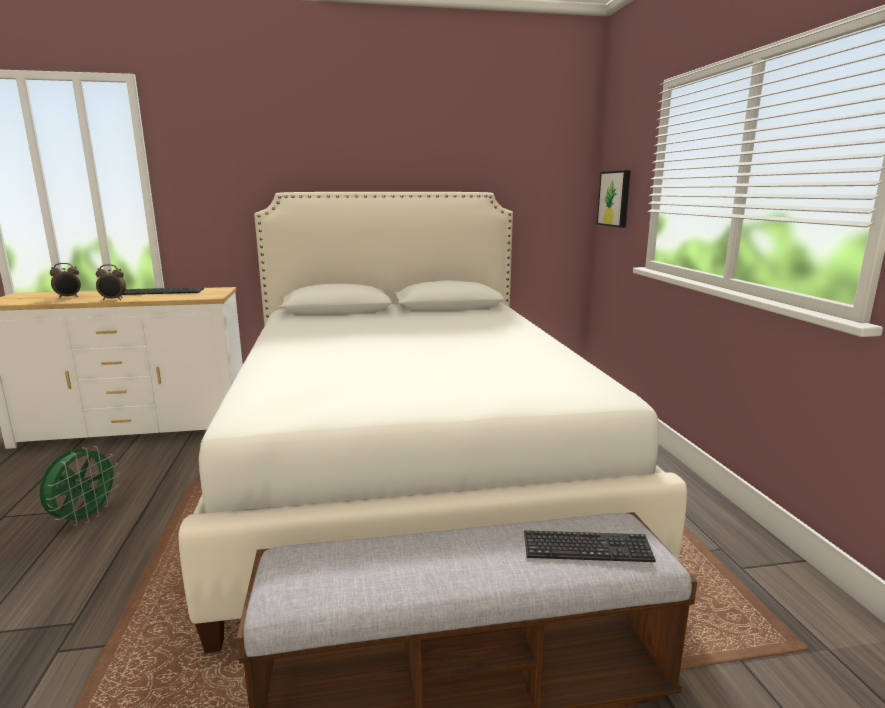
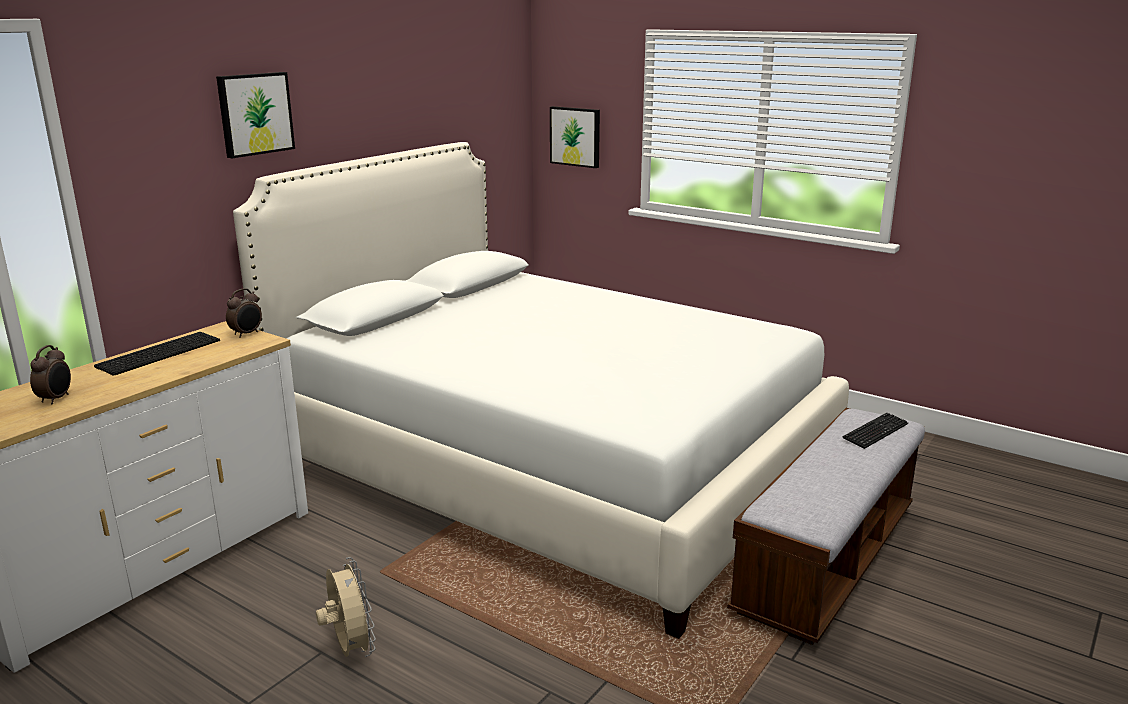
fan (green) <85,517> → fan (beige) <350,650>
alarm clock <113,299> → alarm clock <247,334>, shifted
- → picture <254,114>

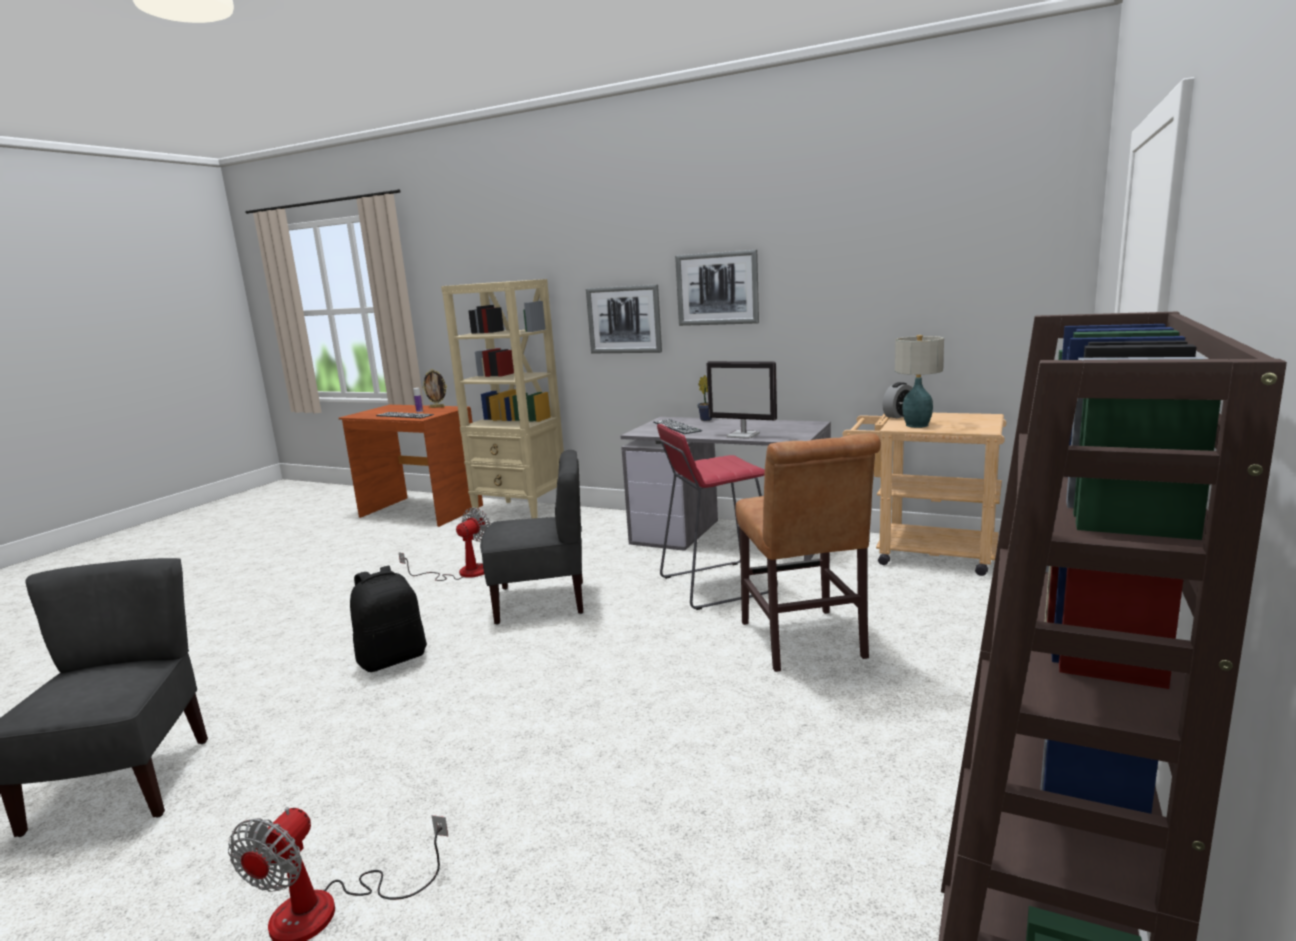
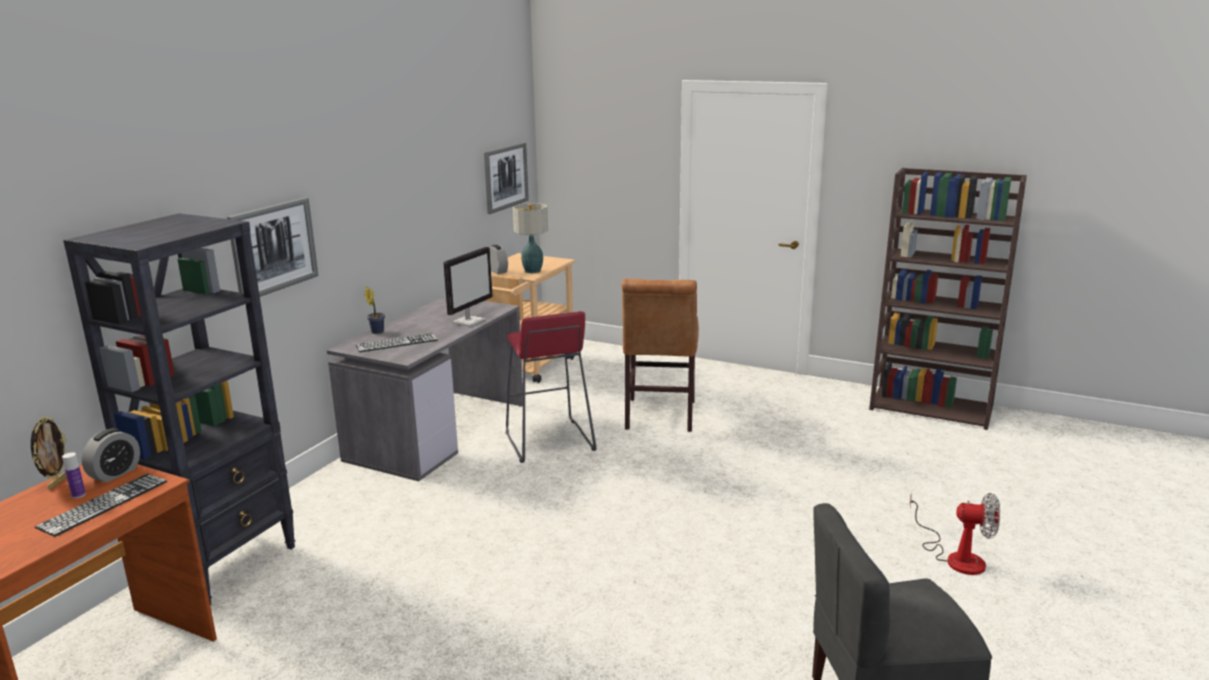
backpack (black) <393,658> → -
fan <462,573> → -
bookcase (beige) <522,513> → bookcase (black) <223,564>
chair (grey) <541,601> → -
picture <717,288> → picture <505,177>, shifted
chair (brown) <804,643> → chair (brown) <659,417>, 105 degrees clockwise
- → alarm clock <115,473>

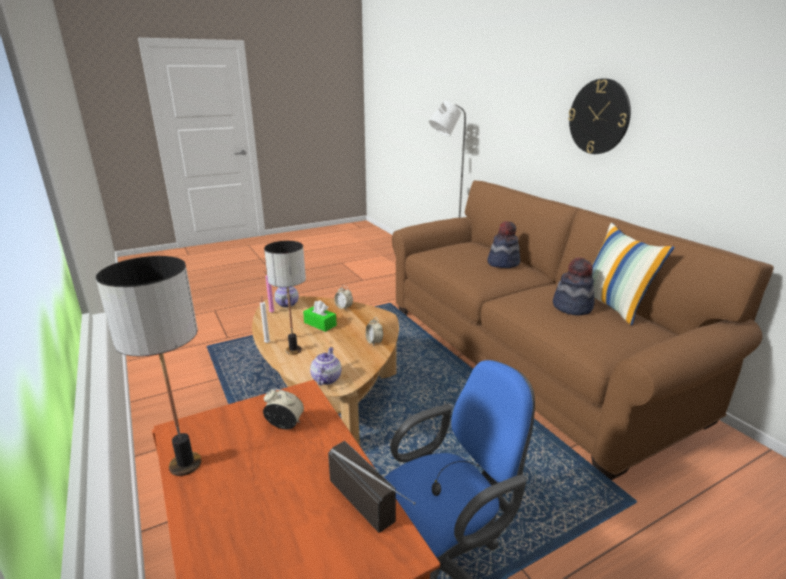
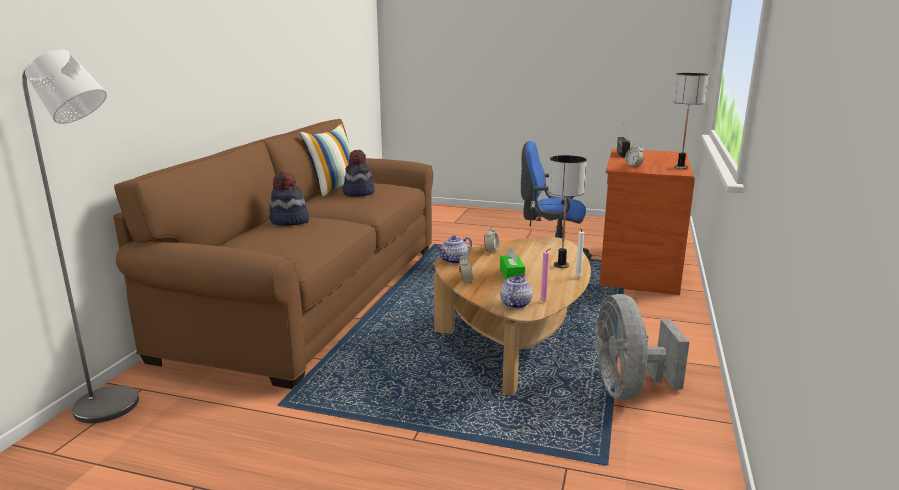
teapot <326,378> → teapot <454,260>, shifted
wall clock <599,117> → -
- → fan (grey) <627,389>

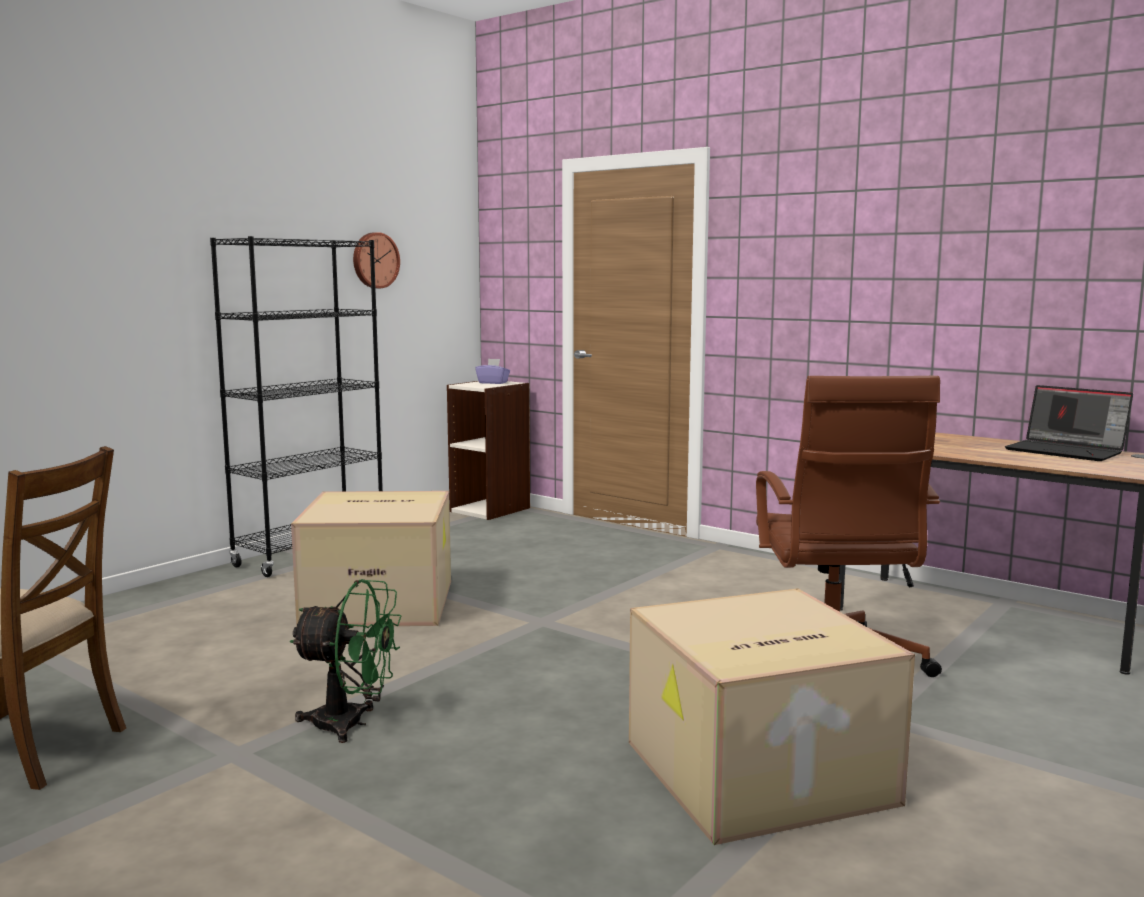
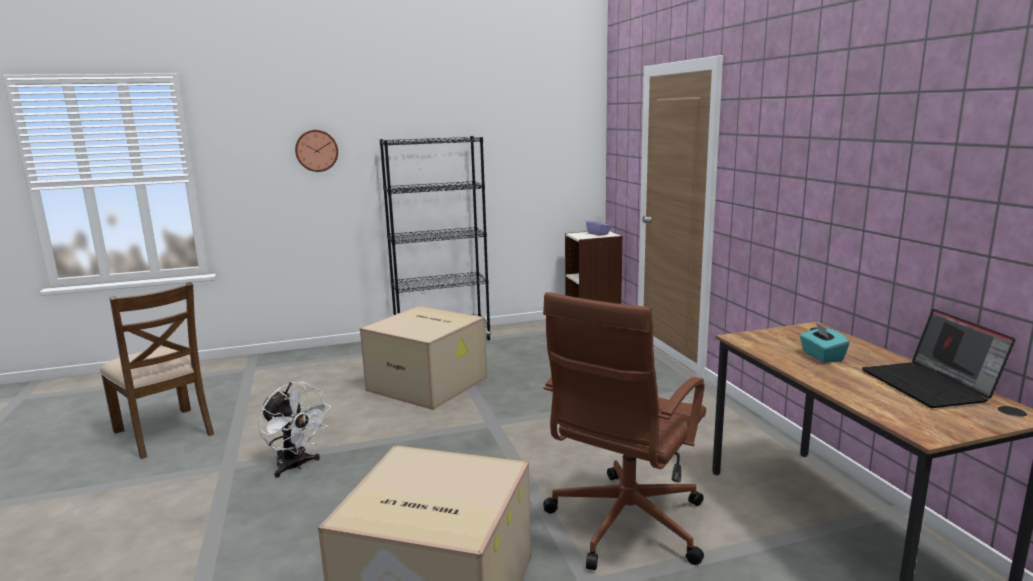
fan (green) <351,724> → fan (white) <296,466>
wall clock <374,260> → wall clock <316,150>, shifted
- → tissue box (turquoise) <821,356>

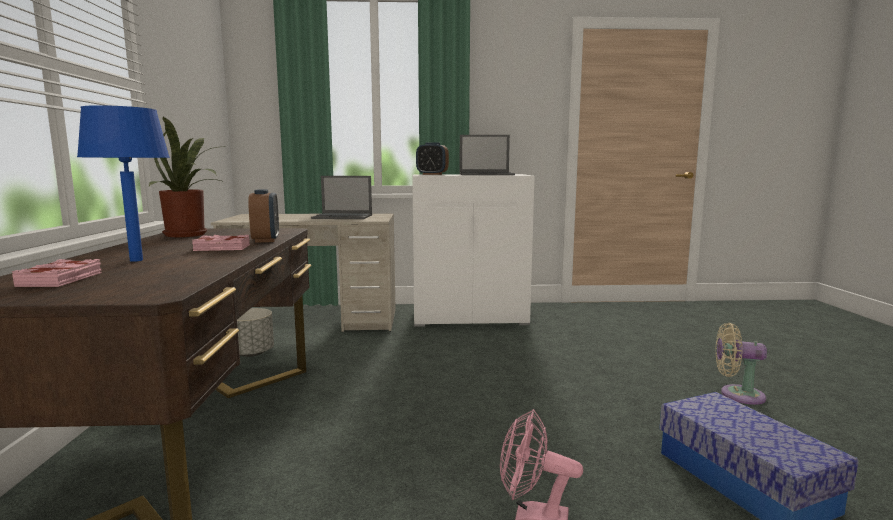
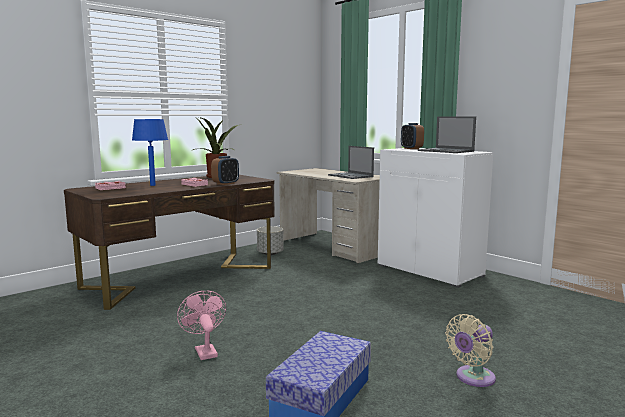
fan (beige) <737,395> → fan (beige) <472,378>, 105 degrees counterclockwise

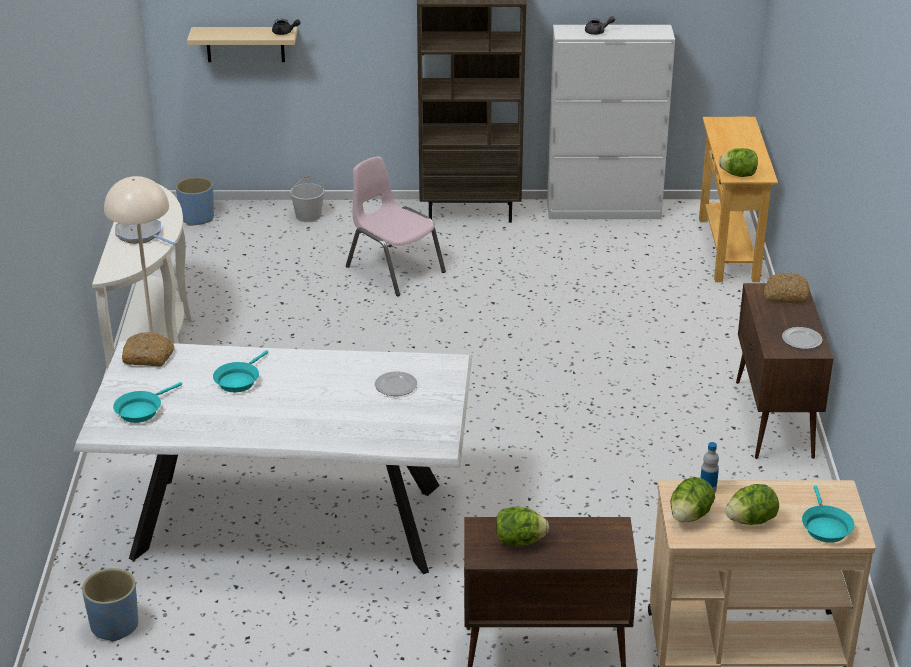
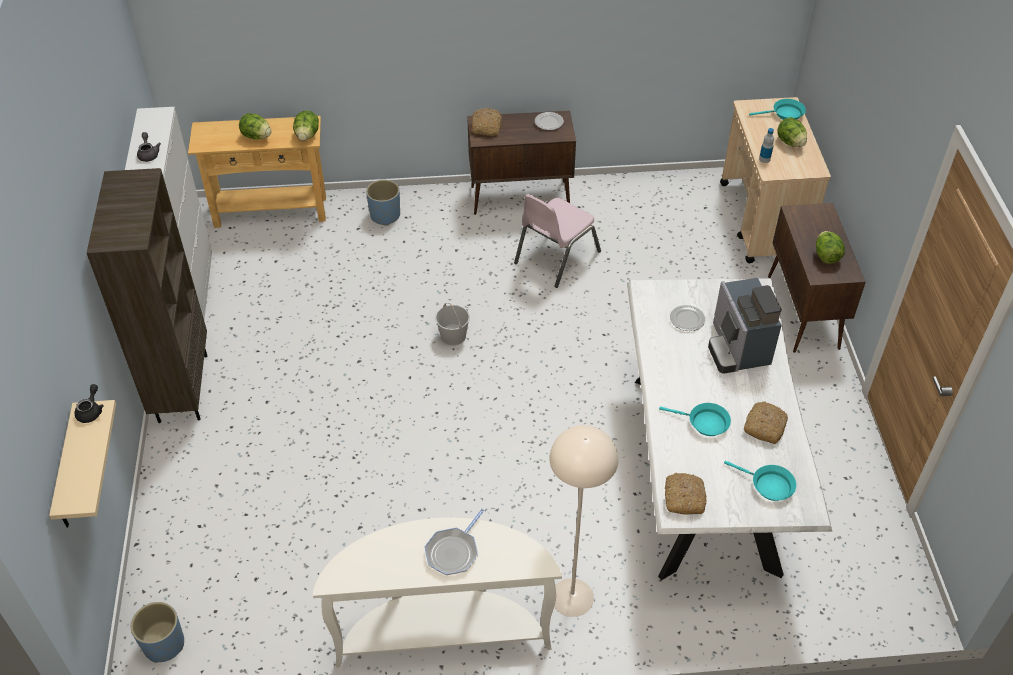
planter (blue) <114,625> → planter (blue) <385,216>, shifted
bucket (white) <308,216> → bucket (white) <453,336>, shifted
chair (pink) <394,269> → chair (pink) <556,257>, shifted
lettuce <690,516> → lettuce <256,136>, shifted
- → coffee machine <737,348>
- → bread <764,426>

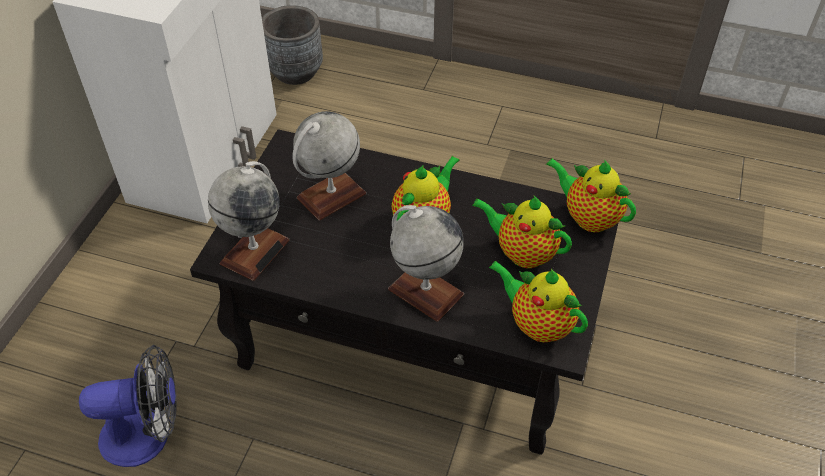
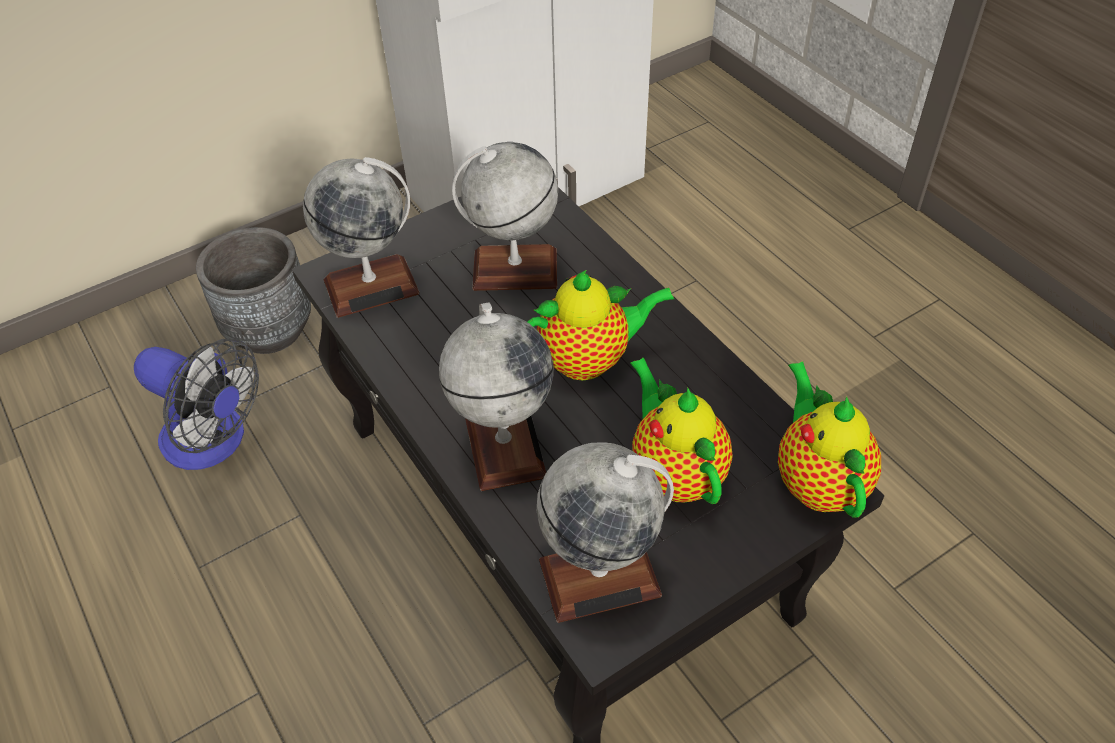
planter (grey) <296,72> → planter (grey) <270,330>, shifted
teapot <537,324> → globe <600,577>

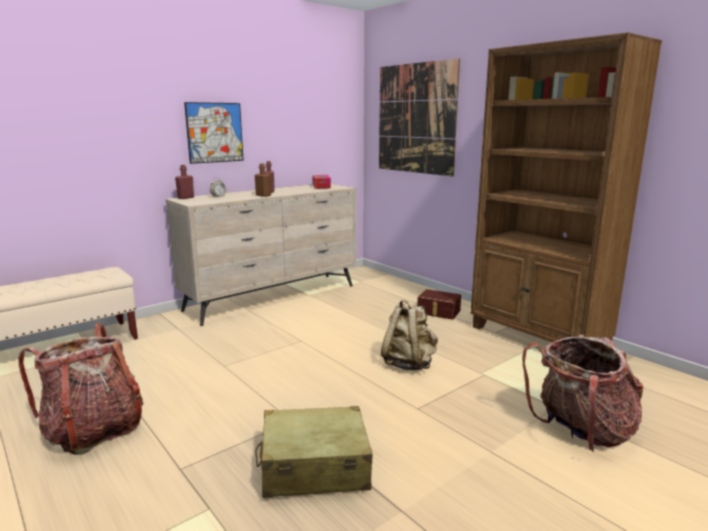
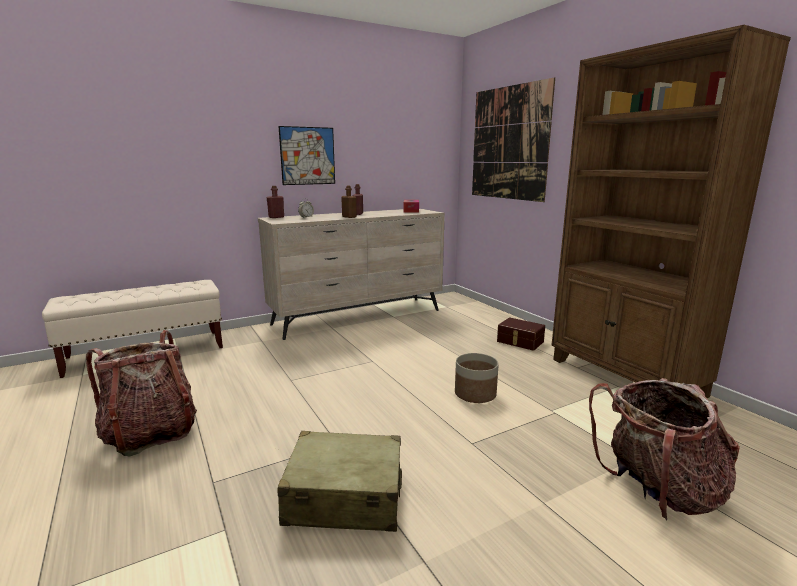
backpack (beige) <408,364> → planter <475,394>

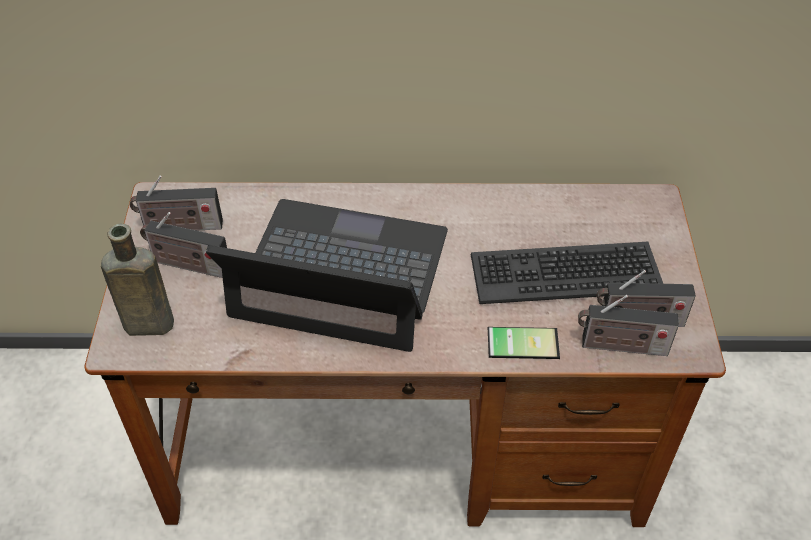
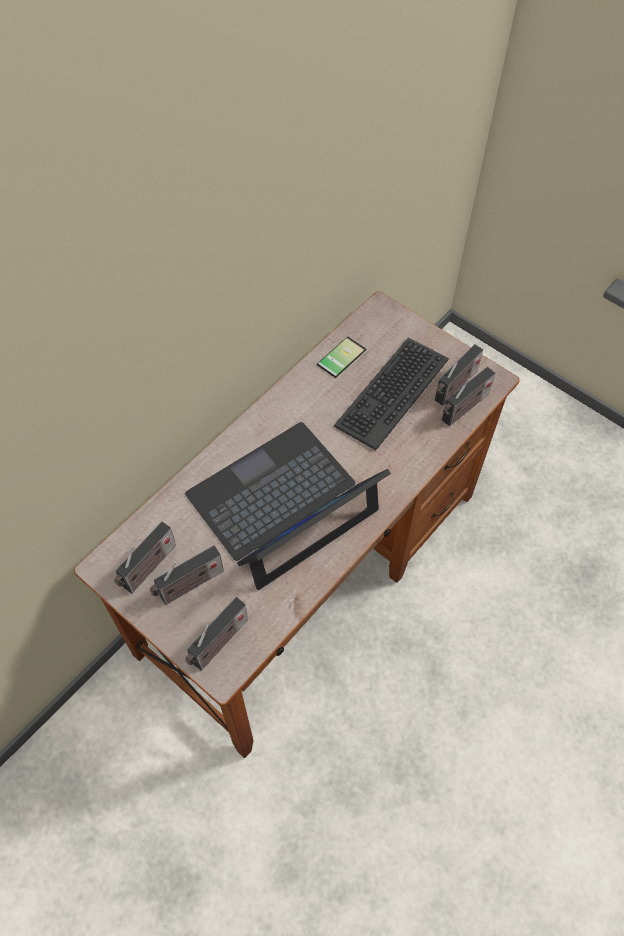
bottle (brown) <145,325> → radio <218,644>
phone <522,340> → phone <339,356>, shifted

